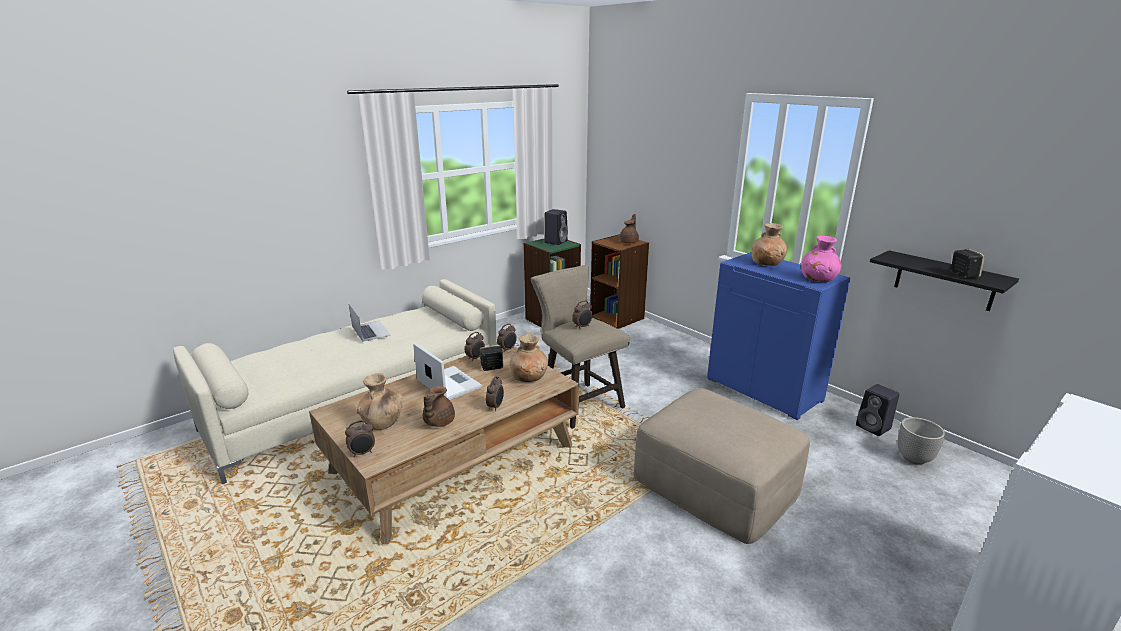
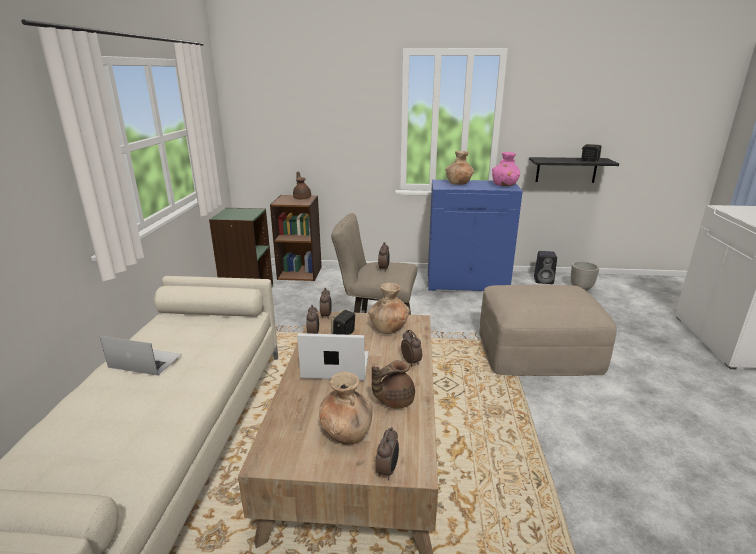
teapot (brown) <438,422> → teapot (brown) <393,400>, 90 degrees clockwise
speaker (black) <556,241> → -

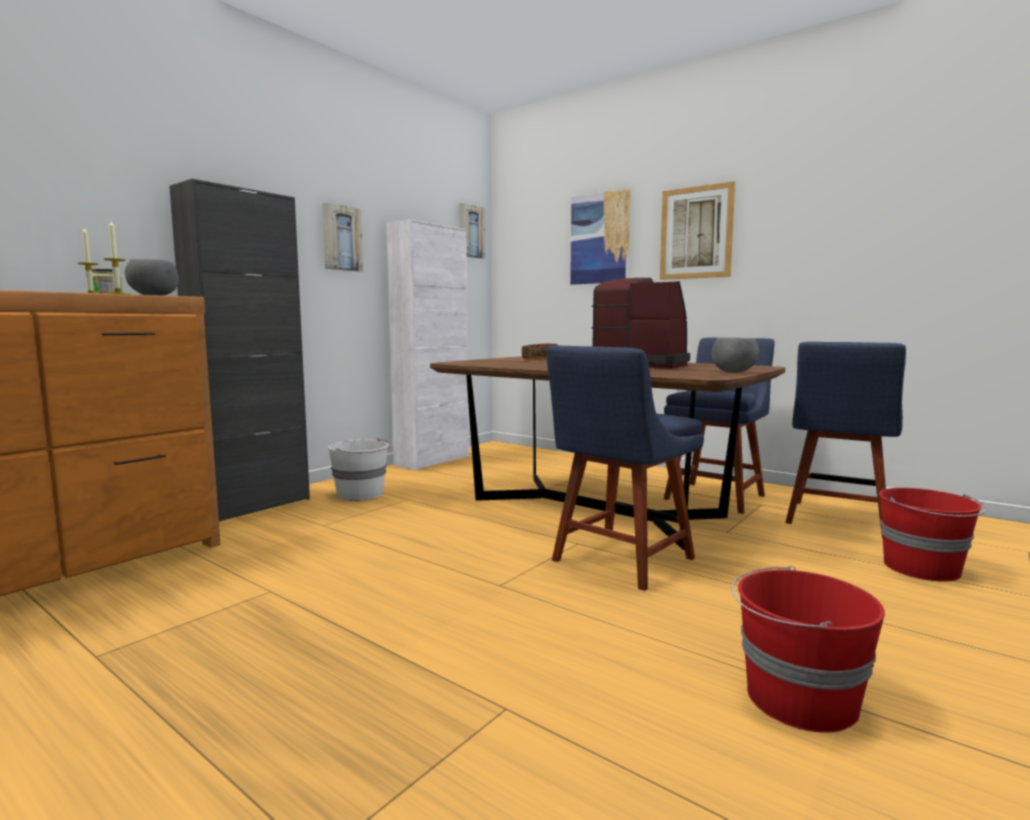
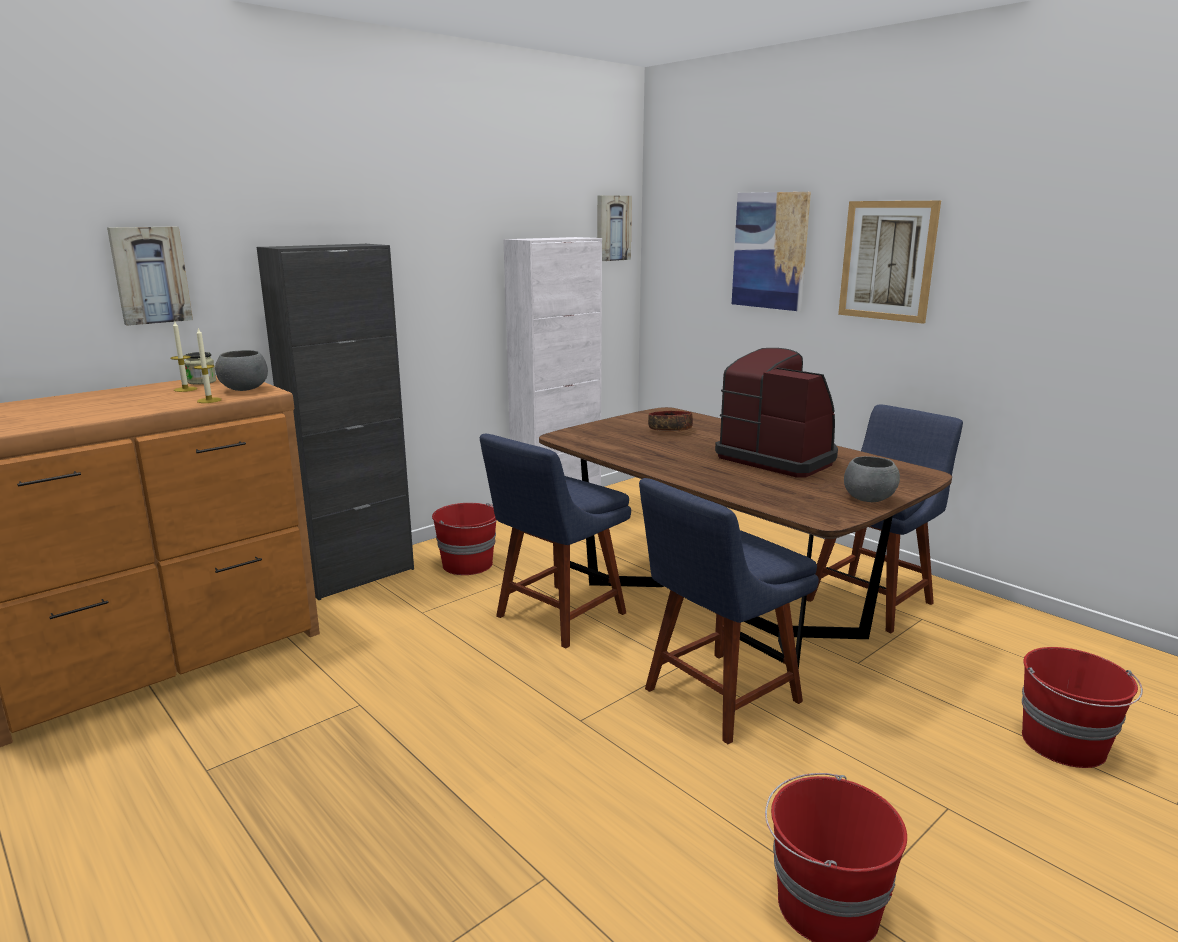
picture <341,238> → picture <150,275>, shifted
bucket (white) <361,494> → bucket (red) <468,564>
chair (blue) <837,520> → chair (blue) <556,617>, shifted

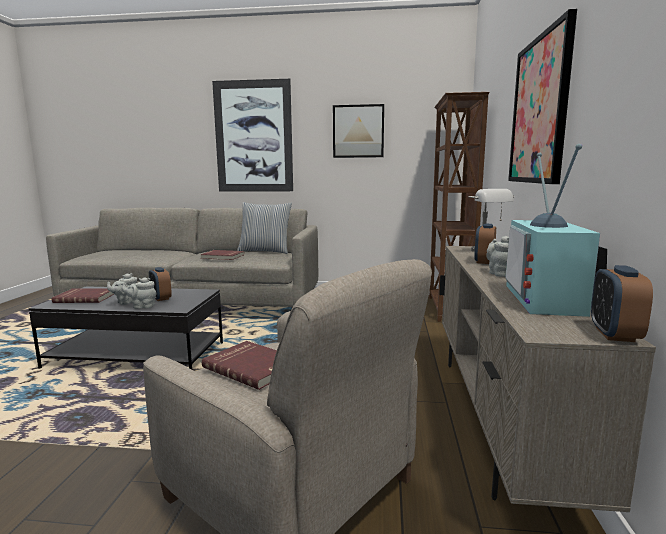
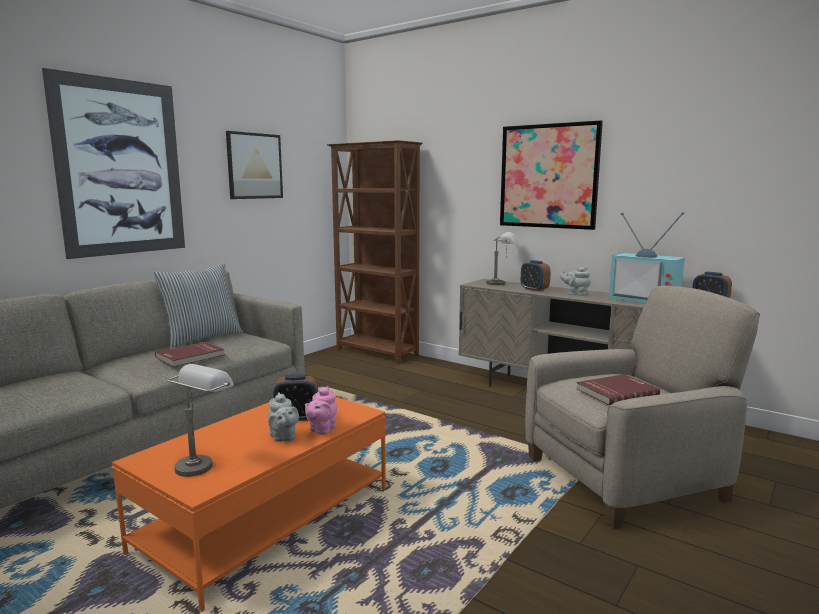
coffee table (black) <137,355> → coffee table (orange) <267,518>
book (red) <85,297> → table lamp (grey) <203,462>
teapot (grey) <142,306> → teapot (pink) <321,429>

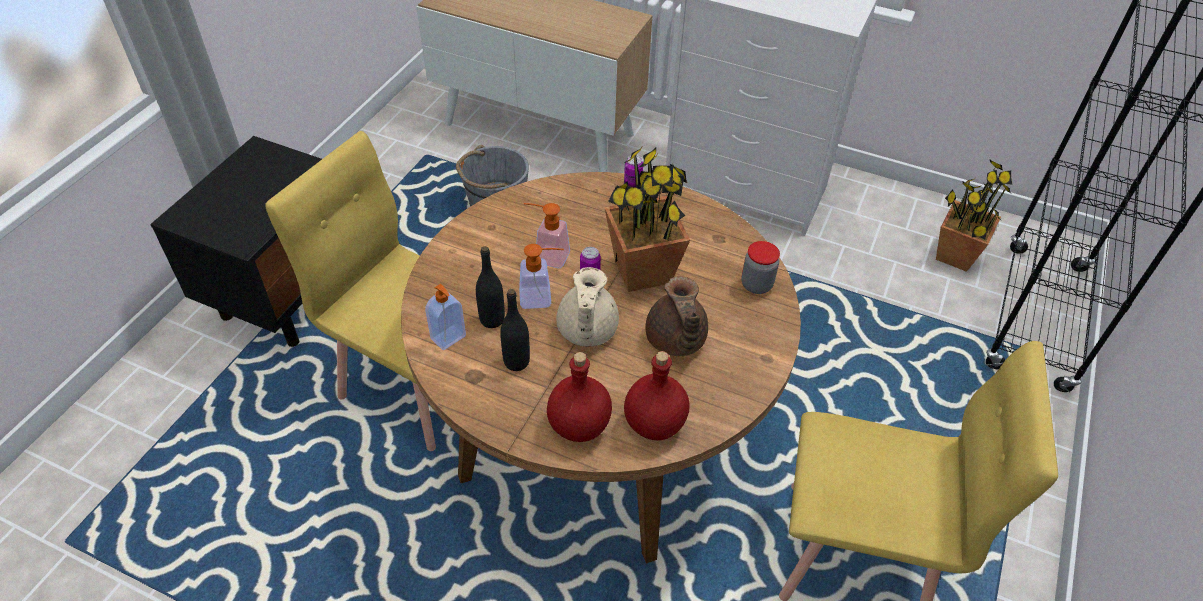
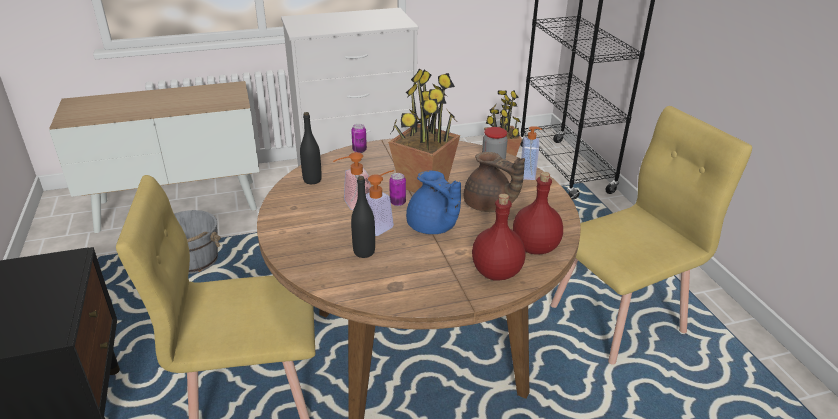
soap dispenser <449,338> → soap dispenser <528,175>, shifted
bottle (black) <516,362> → bottle (black) <312,180>, shifted
teapot (beige) <586,331> → teapot (blue) <432,227>

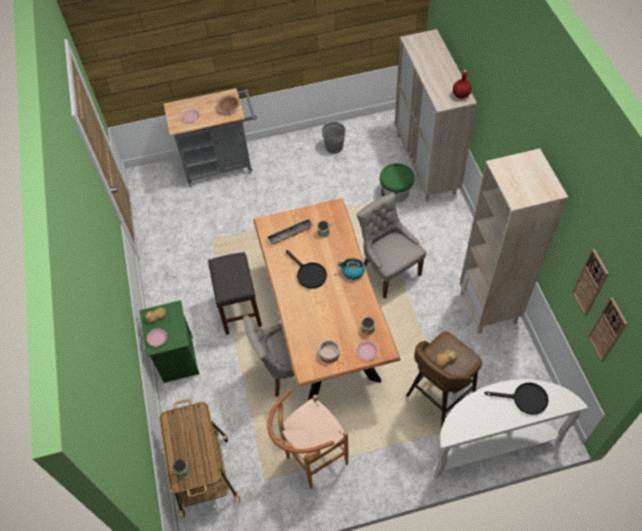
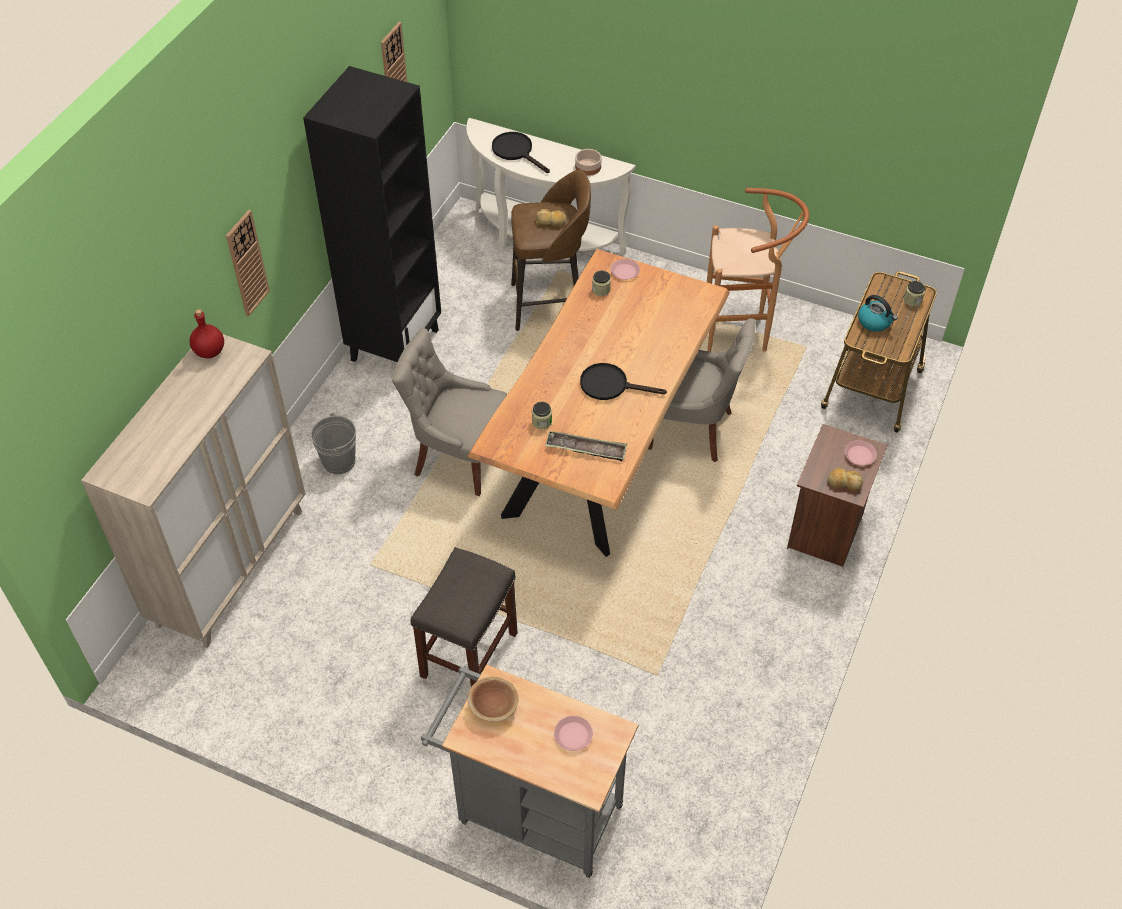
nightstand (green) <177,359> → nightstand (brown) <827,531>
stool (grey) <239,309> → stool (grey) <469,656>, shifted
frying pan (black) <308,274> → frying pan (black) <610,385>, 75 degrees counterclockwise
bowl <329,353> → bowl <588,167>, shifted
bucket (grey) <334,147> → bucket (grey) <339,461>, shifted
kettle <352,271> → kettle <875,322>, shifted
chair (grey) <388,271> → chair (grey) <457,458>, 105 degrees clockwise
bucket (green) <395,192> → -
bookcase (beige) <488,308> → bookcase (black) <394,344>
wall clock <607,330> → wall clock <247,263>, shifted

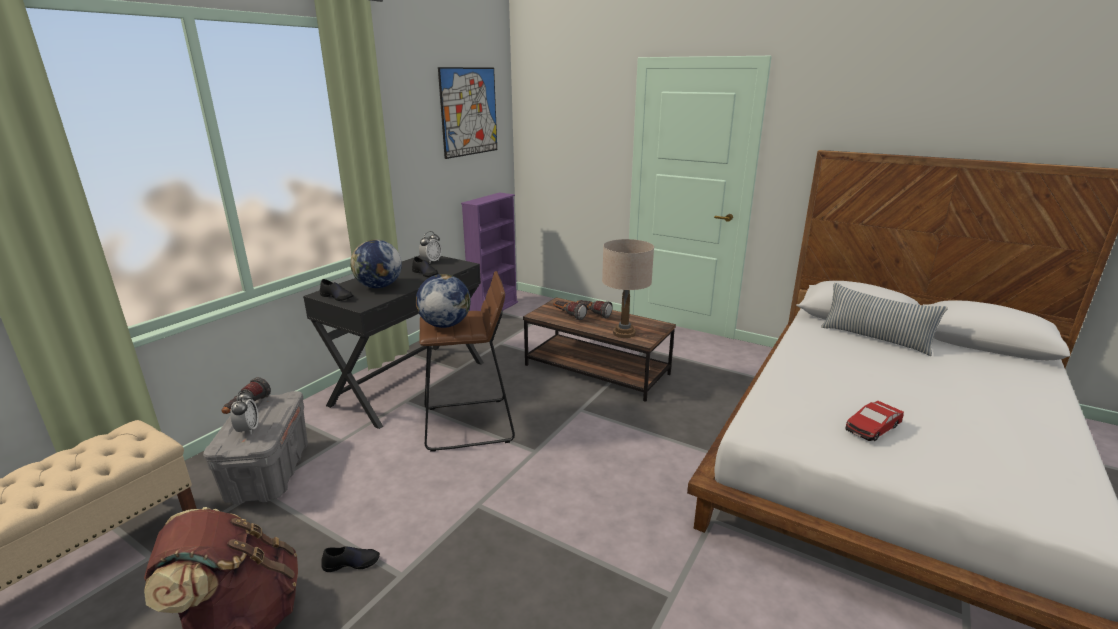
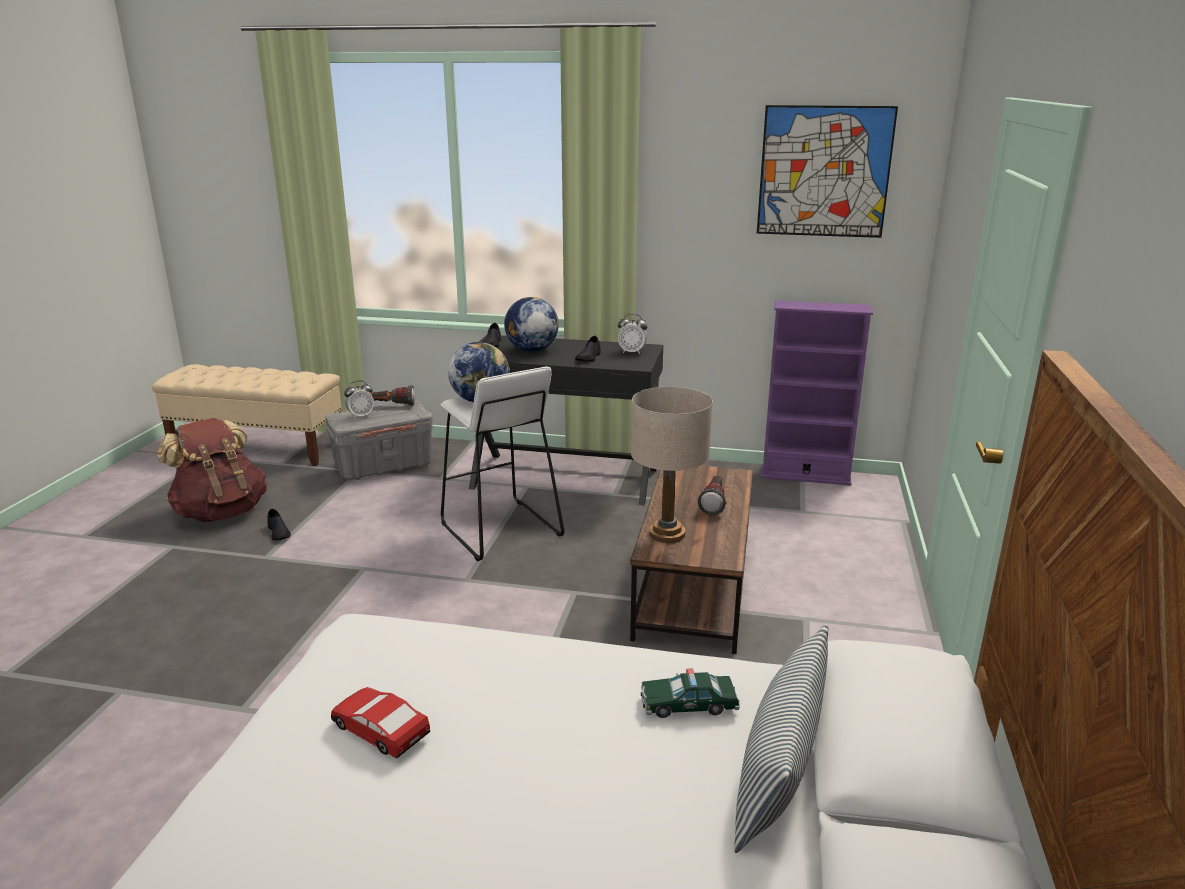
stool (brown) <469,424> → stool (white) <500,530>
flashlight <568,315> → -
- → toy car <688,705>

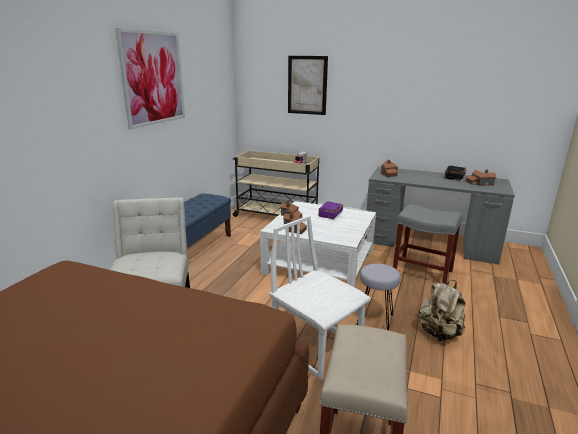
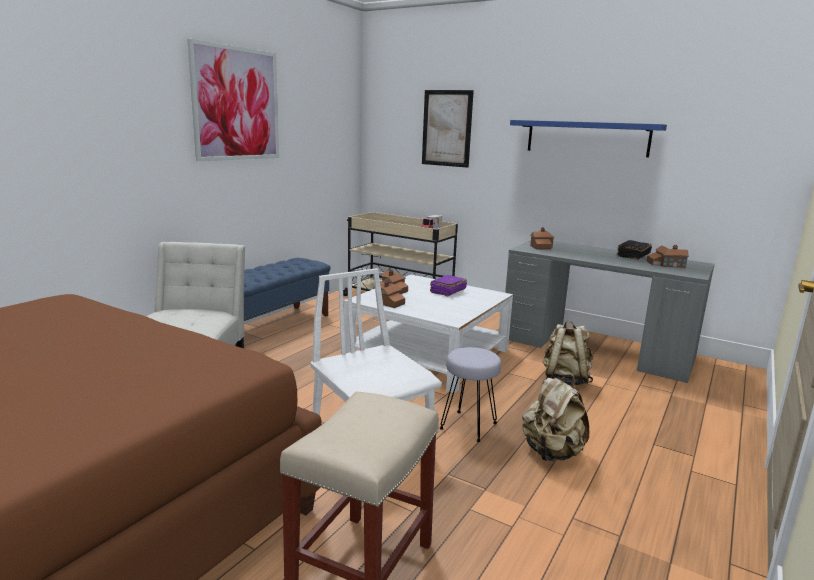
stool (grey) <421,272> → backpack (beige) <565,380>
- → shelf (blue) <587,138>

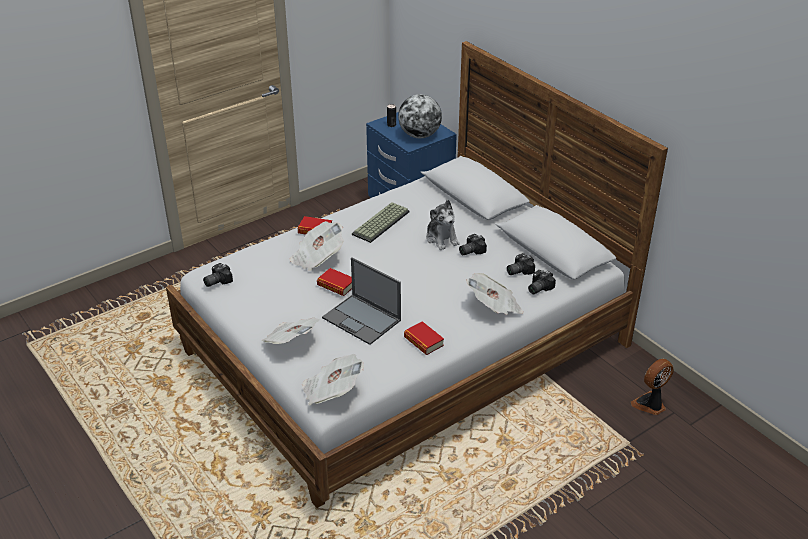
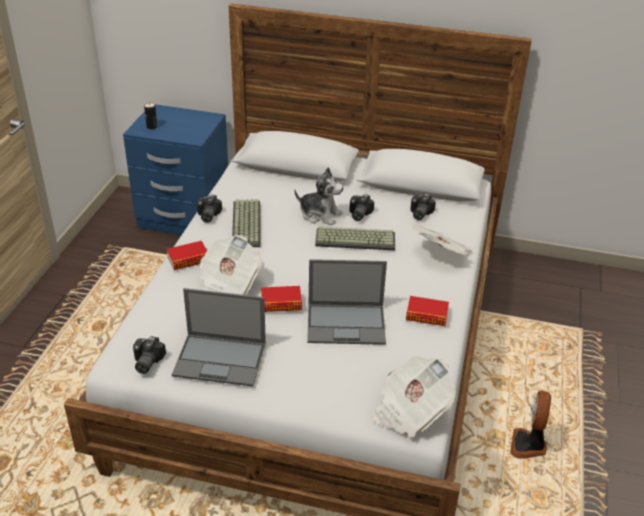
newspaper <291,342> → -
globe <419,135> → -
photo camera <538,288> → photo camera <207,216>, shifted
fan <650,404> → fan <528,445>, shifted
- → laptop <221,359>
- → keyboard <356,239>

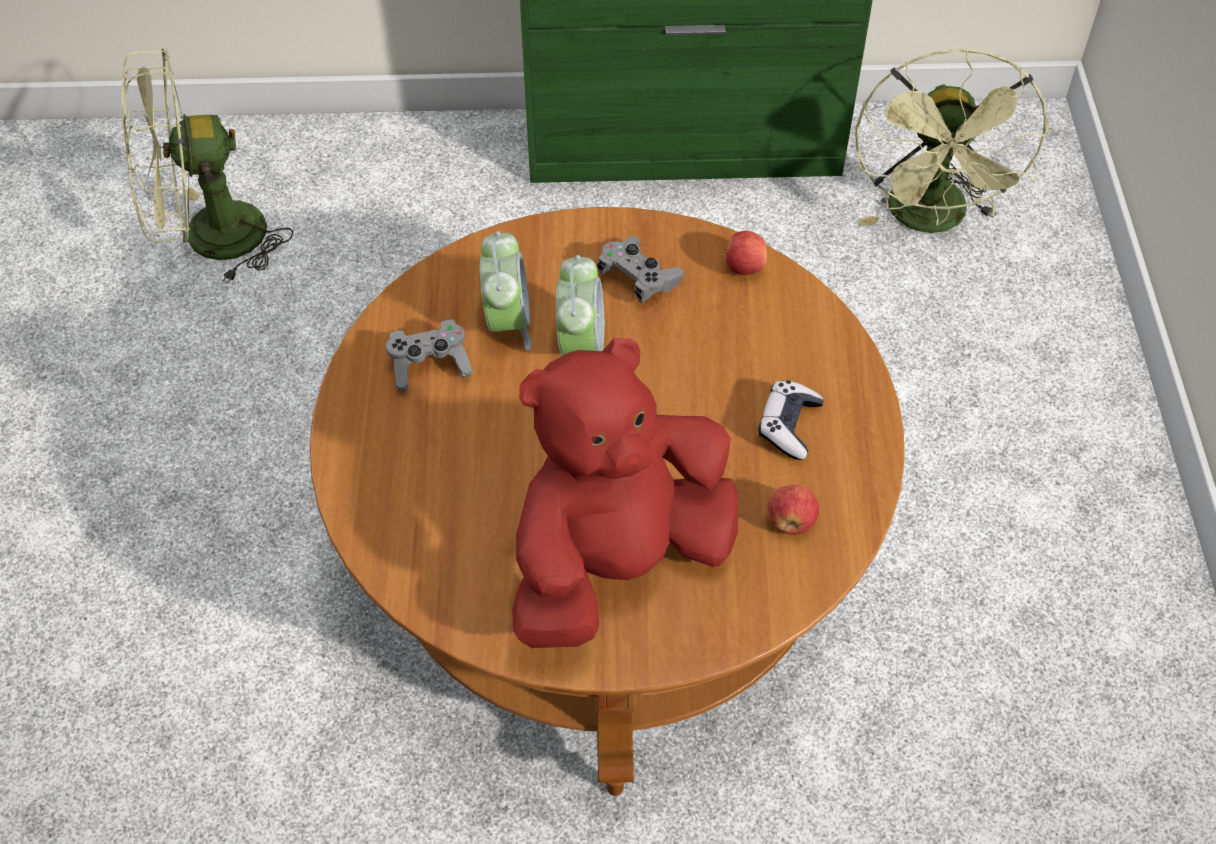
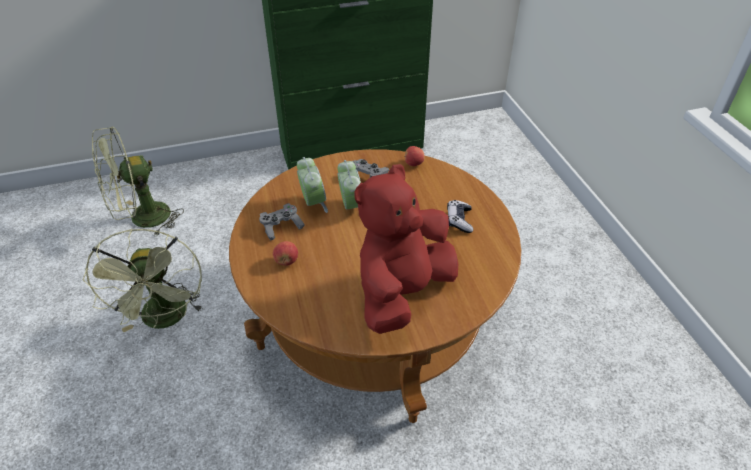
apple <790,522> → apple <286,261>, shifted
fan (green) <931,220> → fan (green) <166,320>, shifted

